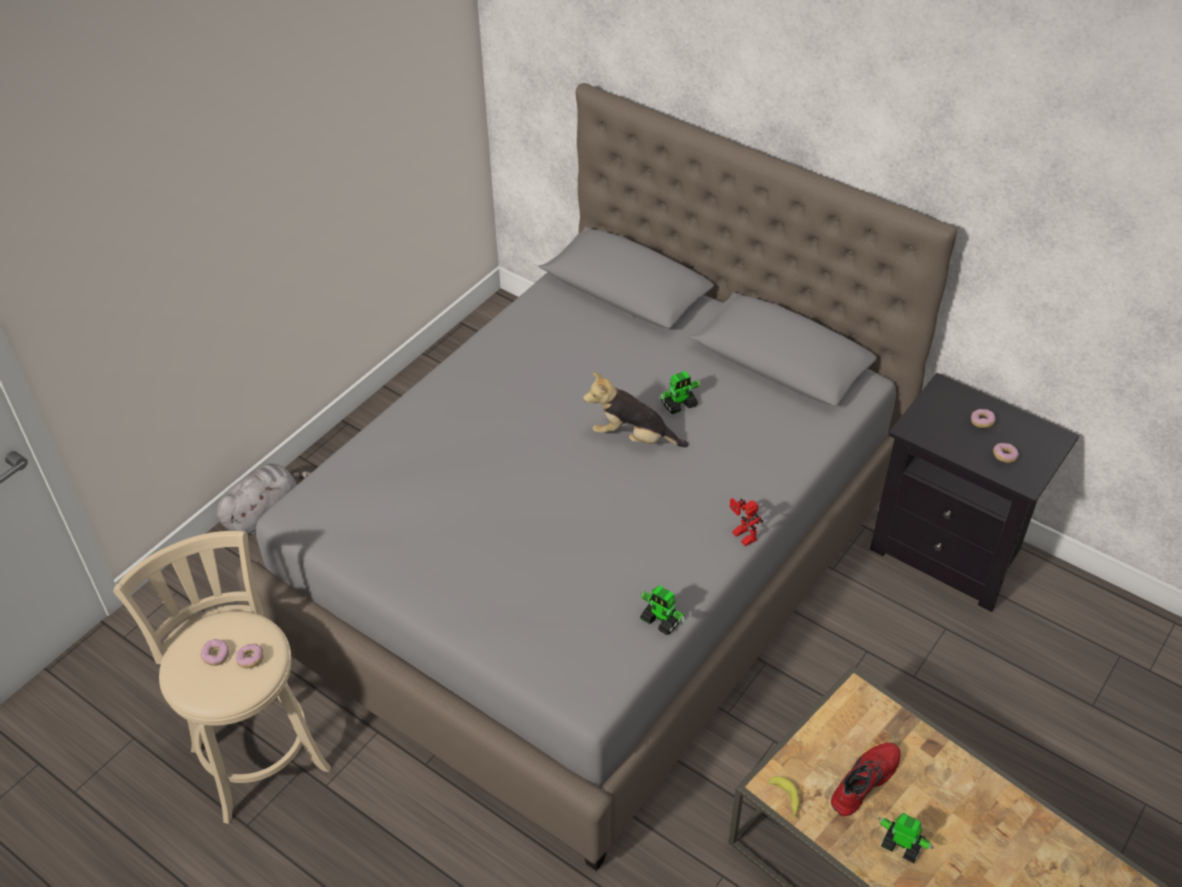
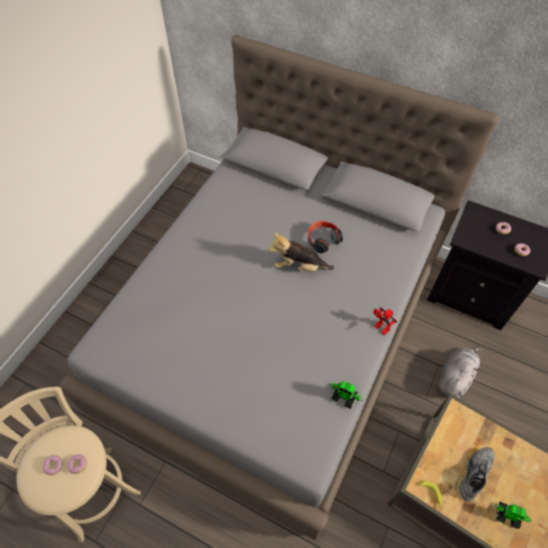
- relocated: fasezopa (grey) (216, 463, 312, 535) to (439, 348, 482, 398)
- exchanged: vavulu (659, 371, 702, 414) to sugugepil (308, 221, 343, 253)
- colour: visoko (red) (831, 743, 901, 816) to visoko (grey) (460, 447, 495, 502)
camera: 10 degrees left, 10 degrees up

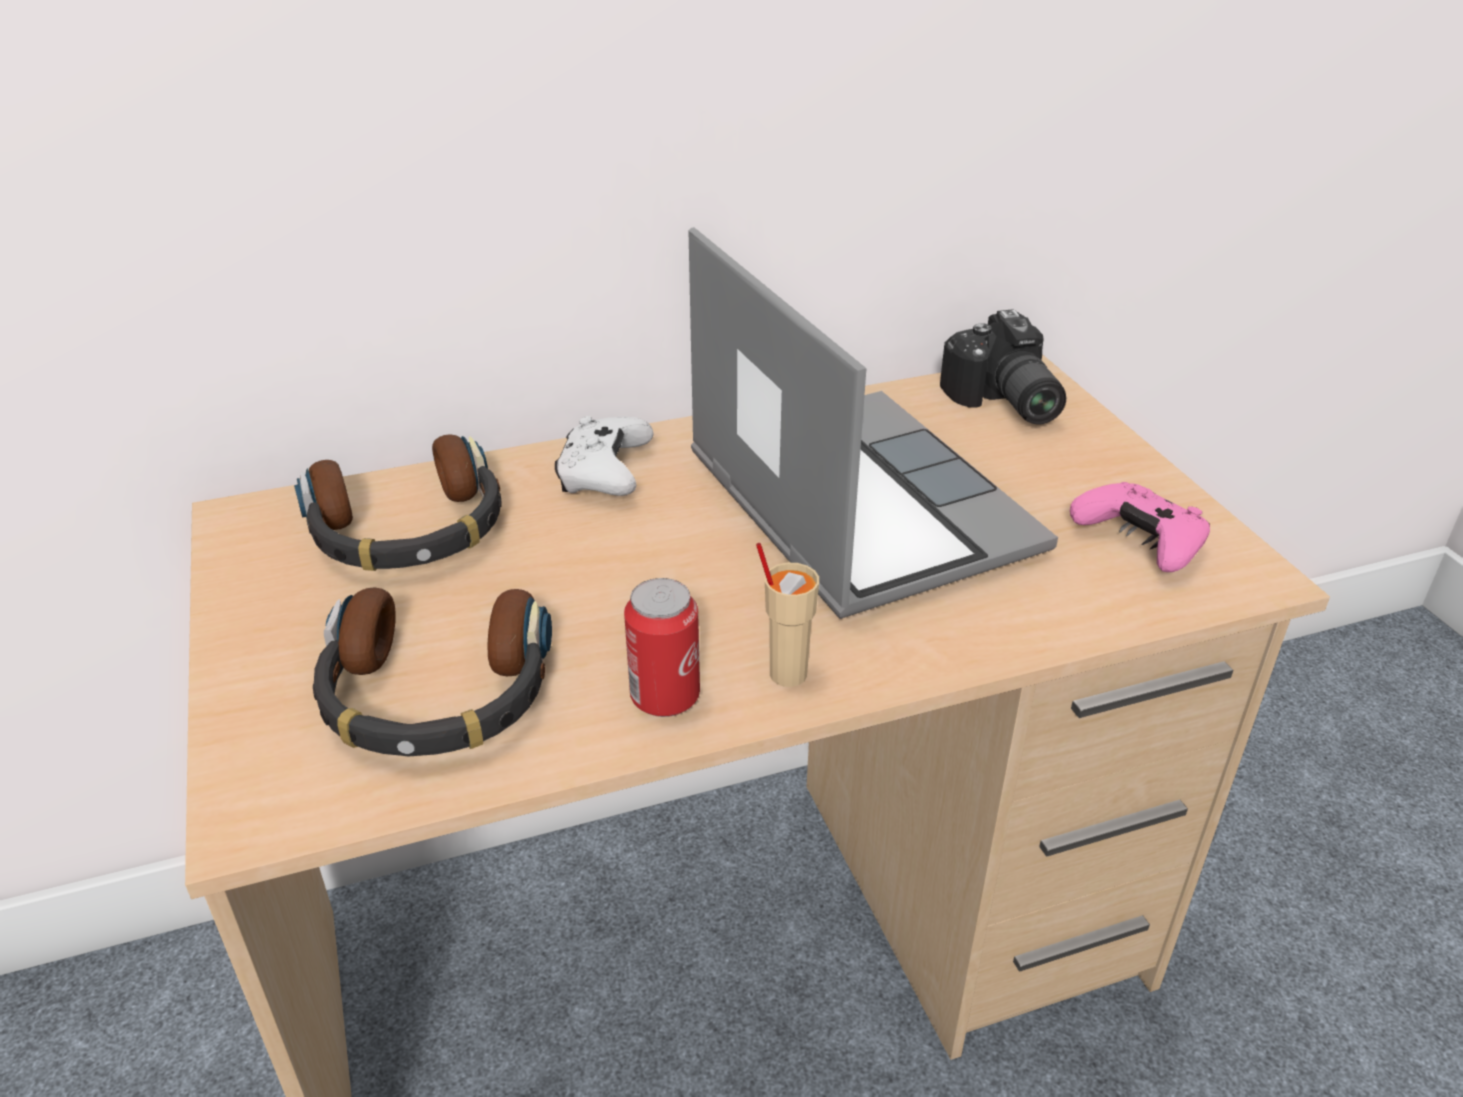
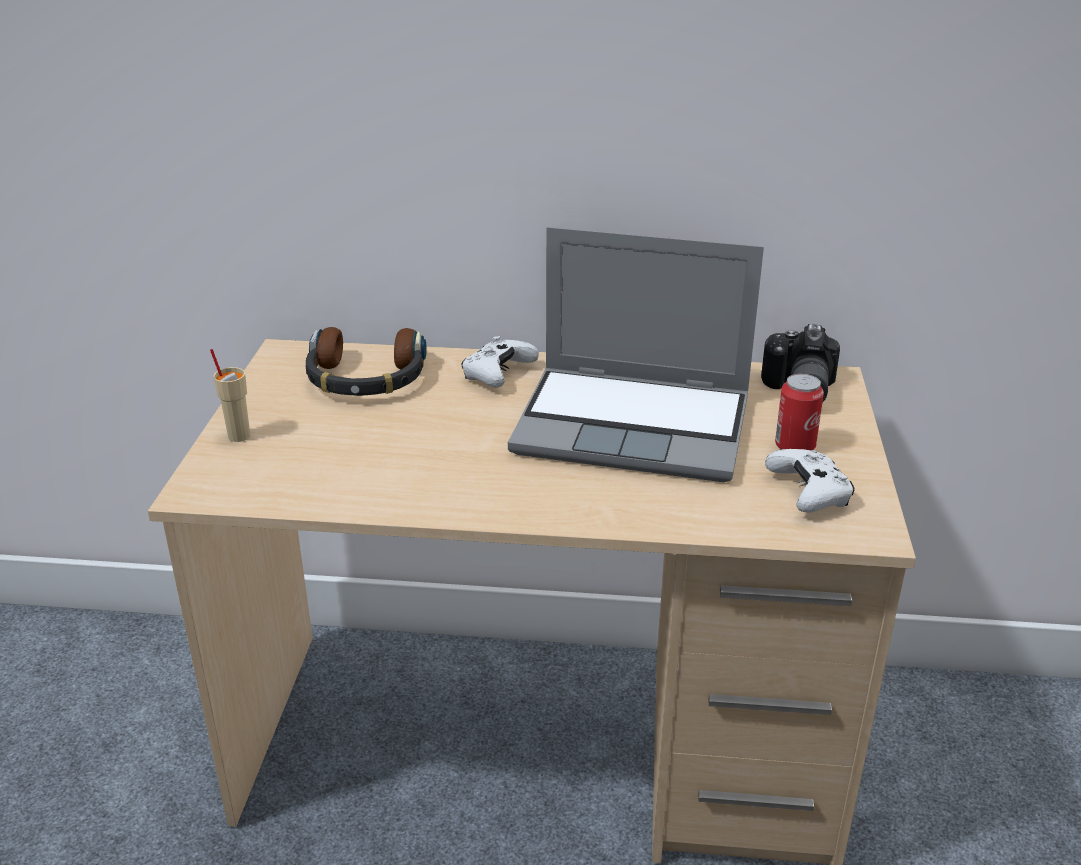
- missing: sugugepil (313, 588, 552, 756)
- relocated: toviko (624, 578, 700, 717) to (775, 373, 824, 450)
- spun: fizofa (688, 227, 1058, 619) = (508, 227, 764, 482) 105 degrees clockwise
- relocated: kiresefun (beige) (756, 543, 819, 687) to (210, 349, 250, 442)
- colour: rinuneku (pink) (1070, 482, 1210, 572) to rinuneku (white) (765, 449, 855, 513)
camera: 25 degrees right, 5 degrees down

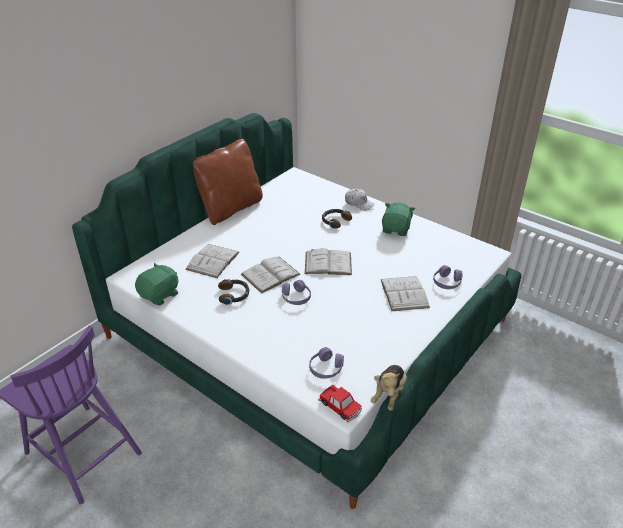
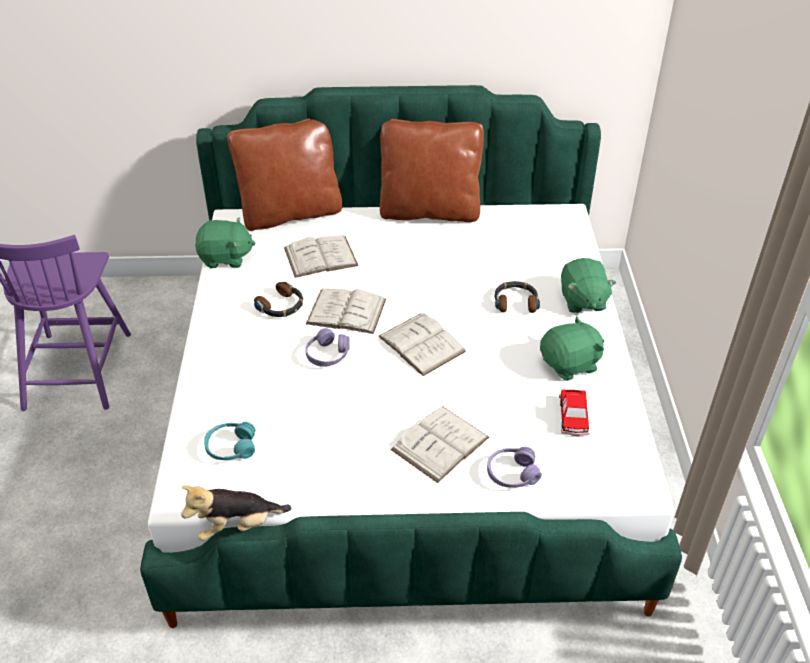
- colour: sugugepil (purple) (309, 347, 344, 379) to sugugepil (turquoise) (204, 422, 256, 460)
- relocated: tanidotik (318, 384, 362, 422) to (559, 389, 589, 436)
- exchanged: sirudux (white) (345, 189, 375, 211) to fasezopa (green) (561, 258, 616, 313)
- appeared: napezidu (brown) (227, 118, 342, 231)
camera: 50 degrees right, 5 degrees up

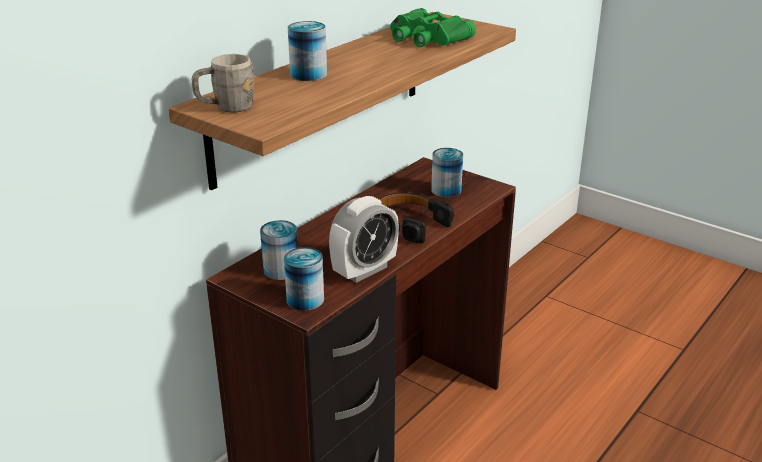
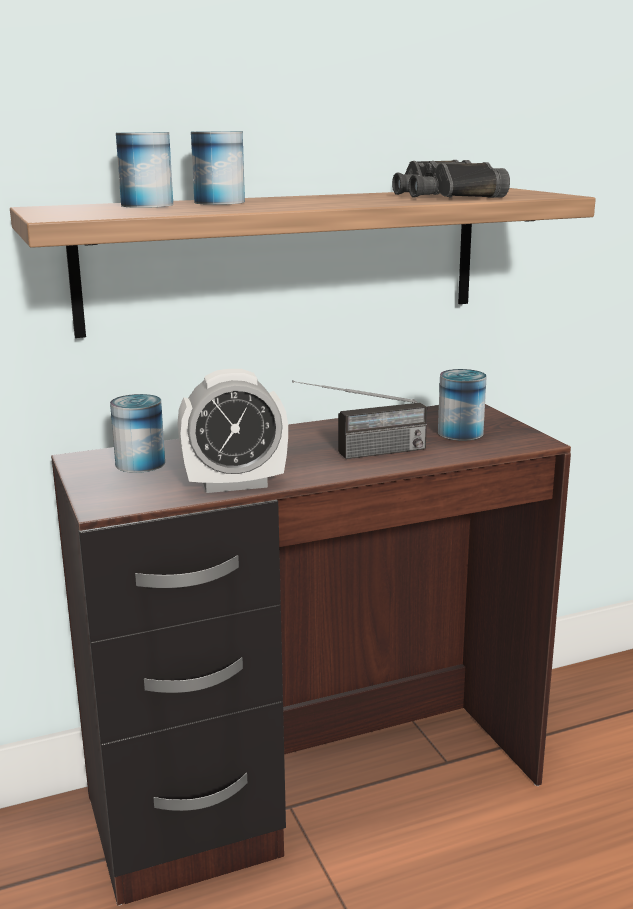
- missing: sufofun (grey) (192, 54, 254, 112)
- relocated: toviko (284, 247, 324, 311) to (116, 132, 173, 208)
- exchanged: sugugepil (black) (379, 193, 454, 243) to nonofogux (292, 381, 427, 459)
- colour: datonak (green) (390, 8, 476, 47) to datonak (black) (392, 160, 510, 198)
camera: 30 degrees right, 10 degrees down

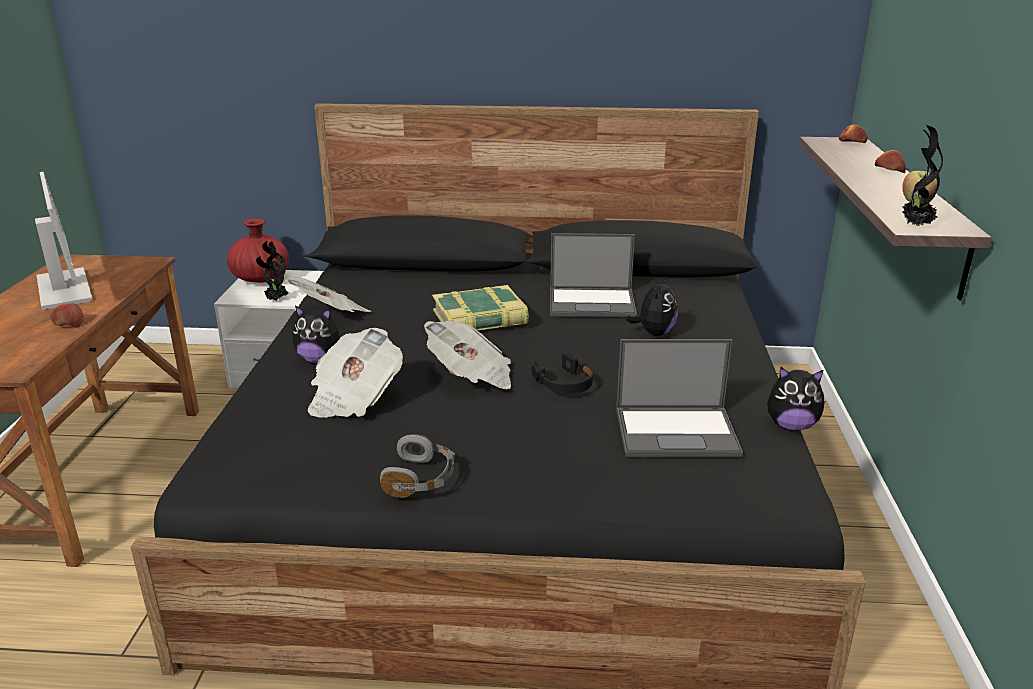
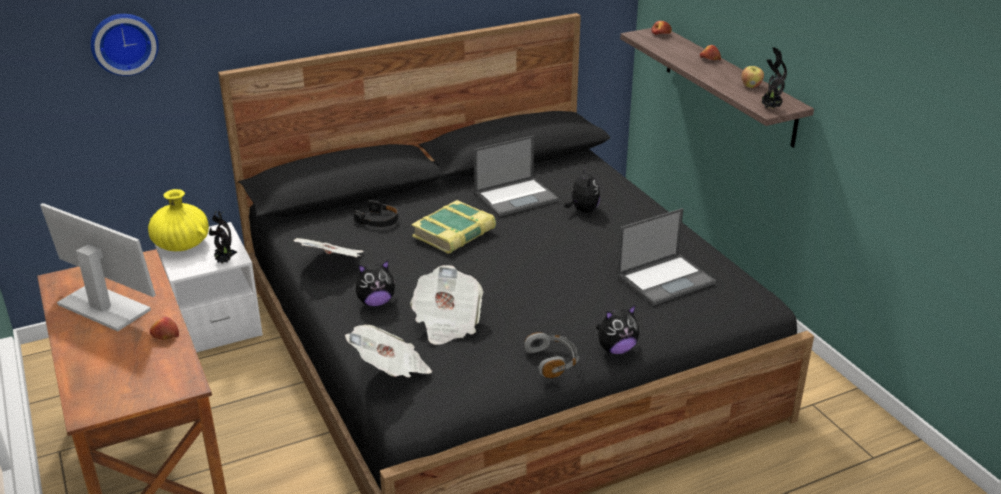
- colour: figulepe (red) (227, 218, 289, 283) to figulepe (yellow) (148, 189, 209, 251)
- relocated: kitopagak (424, 321, 511, 389) to (345, 325, 432, 377)
- relocated: sugugepil (black) (531, 353, 593, 394) to (354, 200, 398, 227)
- relocated: fasezopa (767, 367, 825, 431) to (596, 305, 639, 354)
- appeared: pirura (91, 14, 159, 76)
camera: 30 degrees left, 5 degrees up

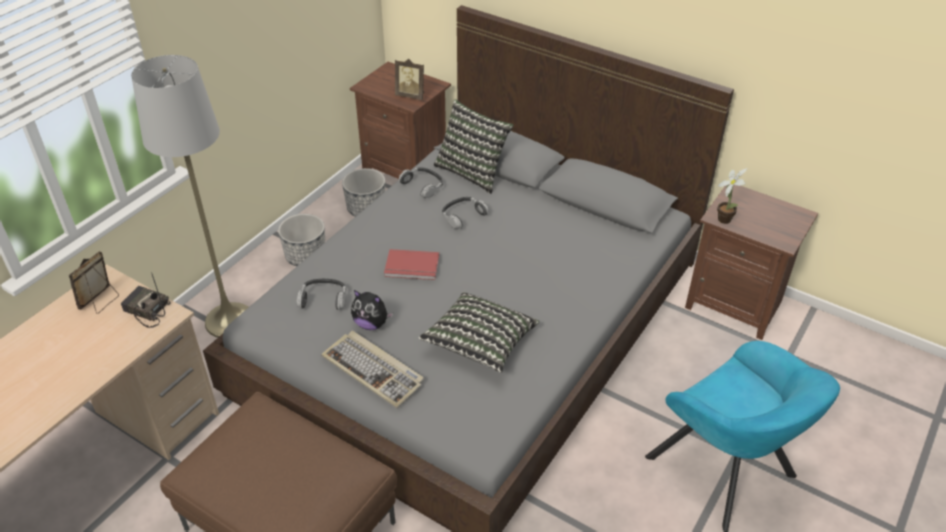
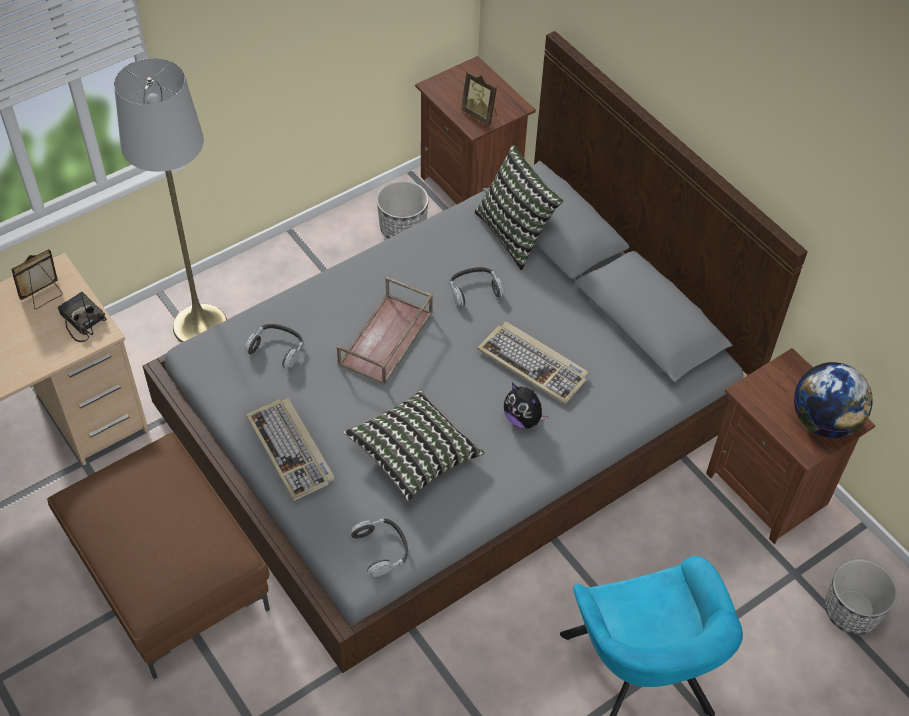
- relocated: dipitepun (278, 214, 325, 266) to (825, 559, 898, 635)
- relocated: fasezopa (351, 290, 393, 330) to (504, 383, 549, 429)
- exchanged: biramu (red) (384, 249, 439, 280) to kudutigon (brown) (337, 277, 433, 385)
- relocated: sugugepil (399, 167, 443, 198) to (350, 518, 408, 577)
- missing: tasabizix (717, 168, 747, 224)
- appeared: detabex (478, 321, 588, 404)
- appeared: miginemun (794, 362, 872, 438)
camera: 20 degrees right, 10 degrees up

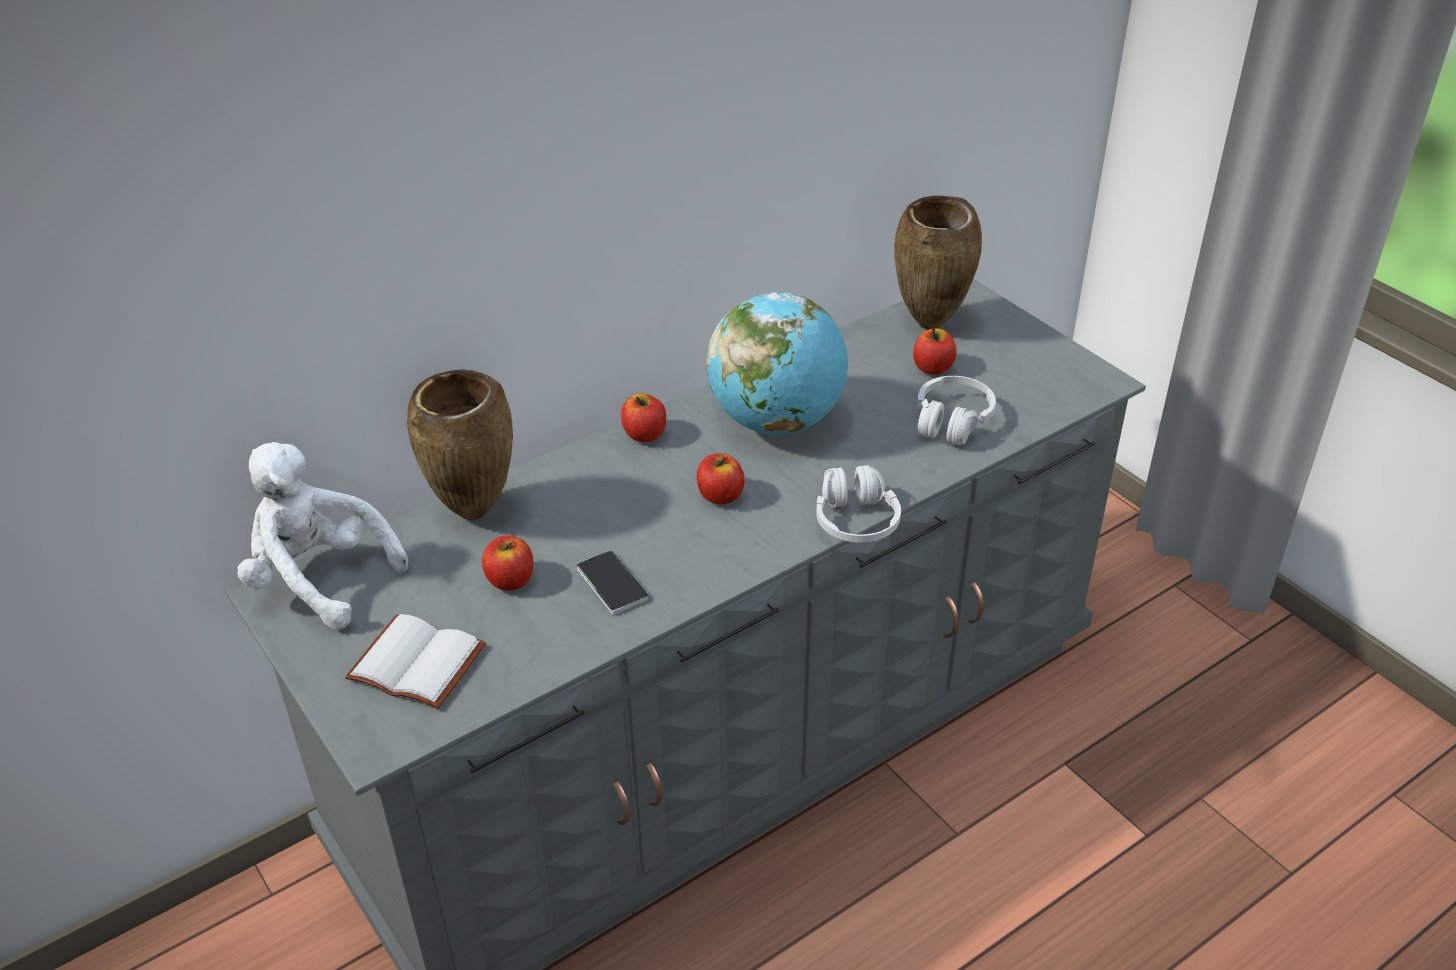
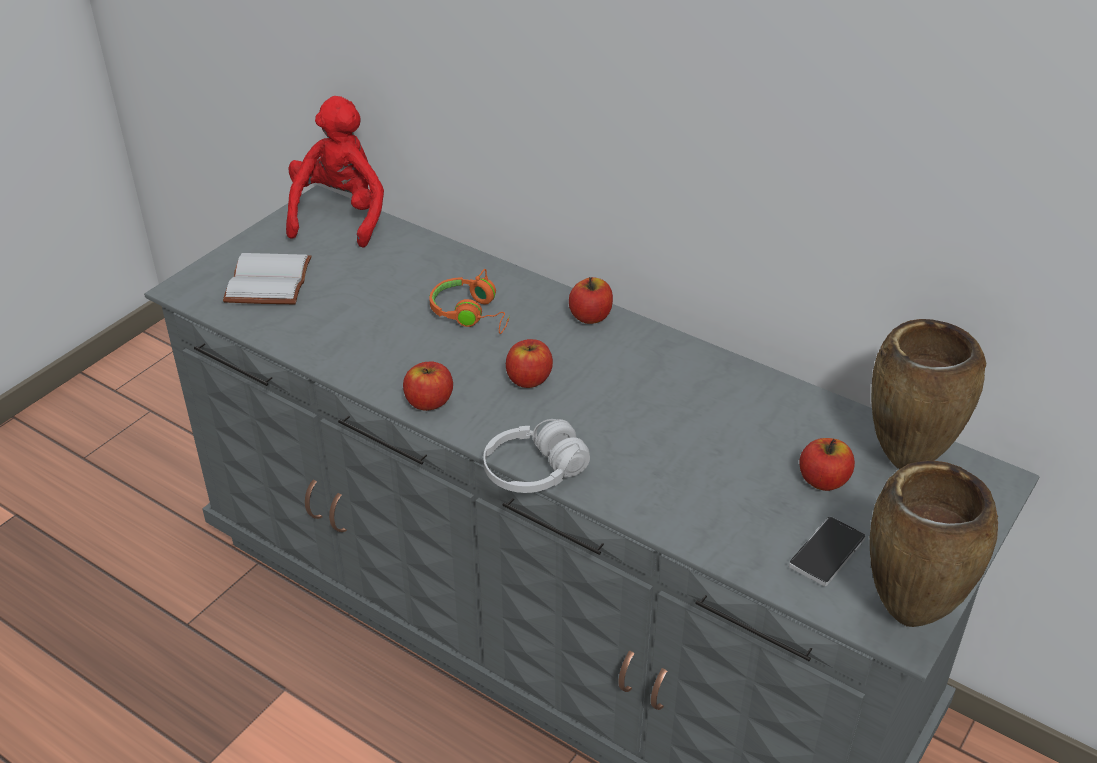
- colour: fasezopa (white) (237, 442, 408, 629) to fasezopa (red) (286, 96, 384, 248)
- relocated: figulepe (brown) (407, 369, 513, 520) to (870, 461, 998, 627)
- relocated: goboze (482, 535, 534, 591) to (403, 362, 453, 411)
- relocated: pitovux (577, 551, 648, 614) to (789, 517, 866, 586)
- missing: miginemun (706, 293, 848, 435)
- missing: sugugepil (white) (917, 376, 996, 445)
- appeared: sugugepil (orange) (429, 269, 510, 334)
camera: 70 degrees right, 0 degrees up

